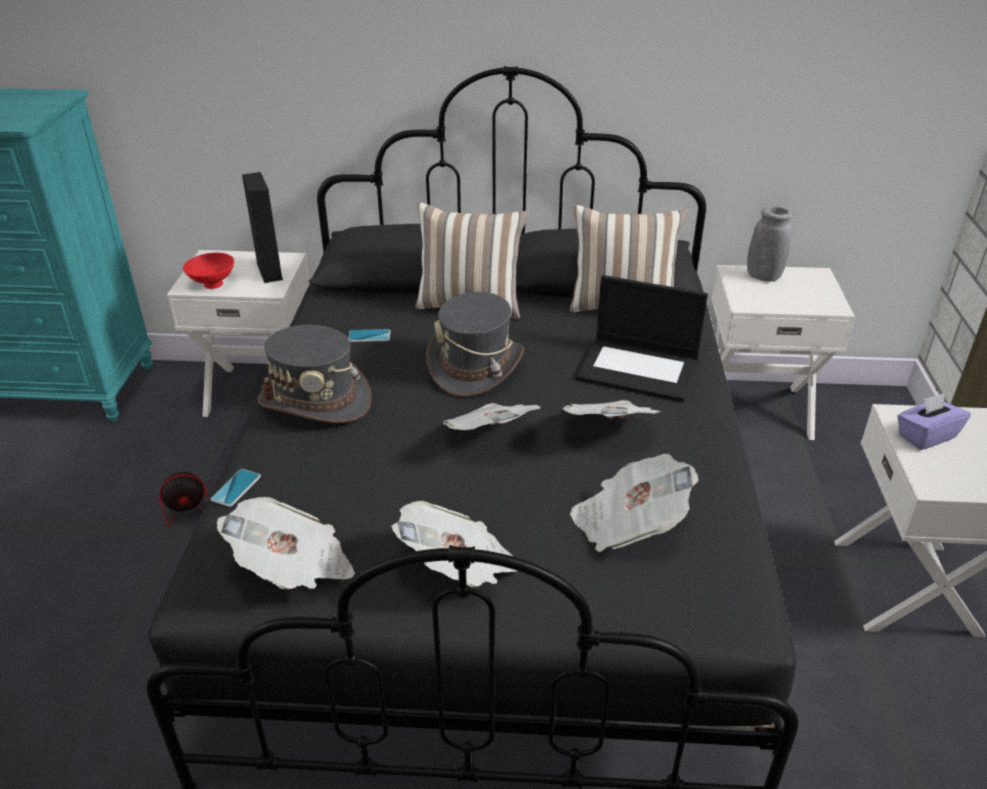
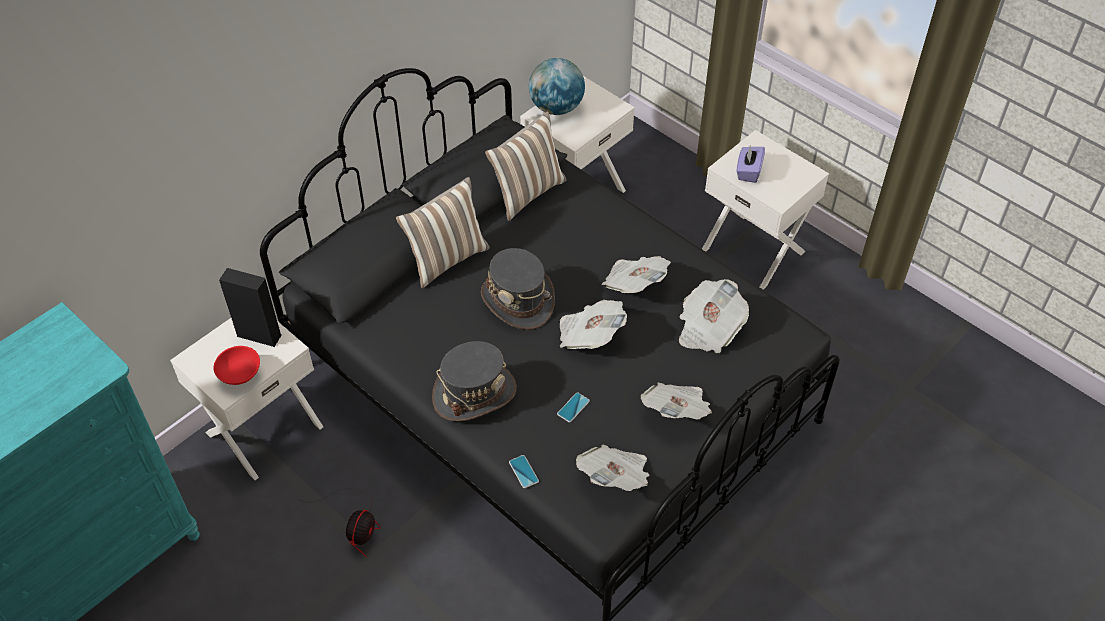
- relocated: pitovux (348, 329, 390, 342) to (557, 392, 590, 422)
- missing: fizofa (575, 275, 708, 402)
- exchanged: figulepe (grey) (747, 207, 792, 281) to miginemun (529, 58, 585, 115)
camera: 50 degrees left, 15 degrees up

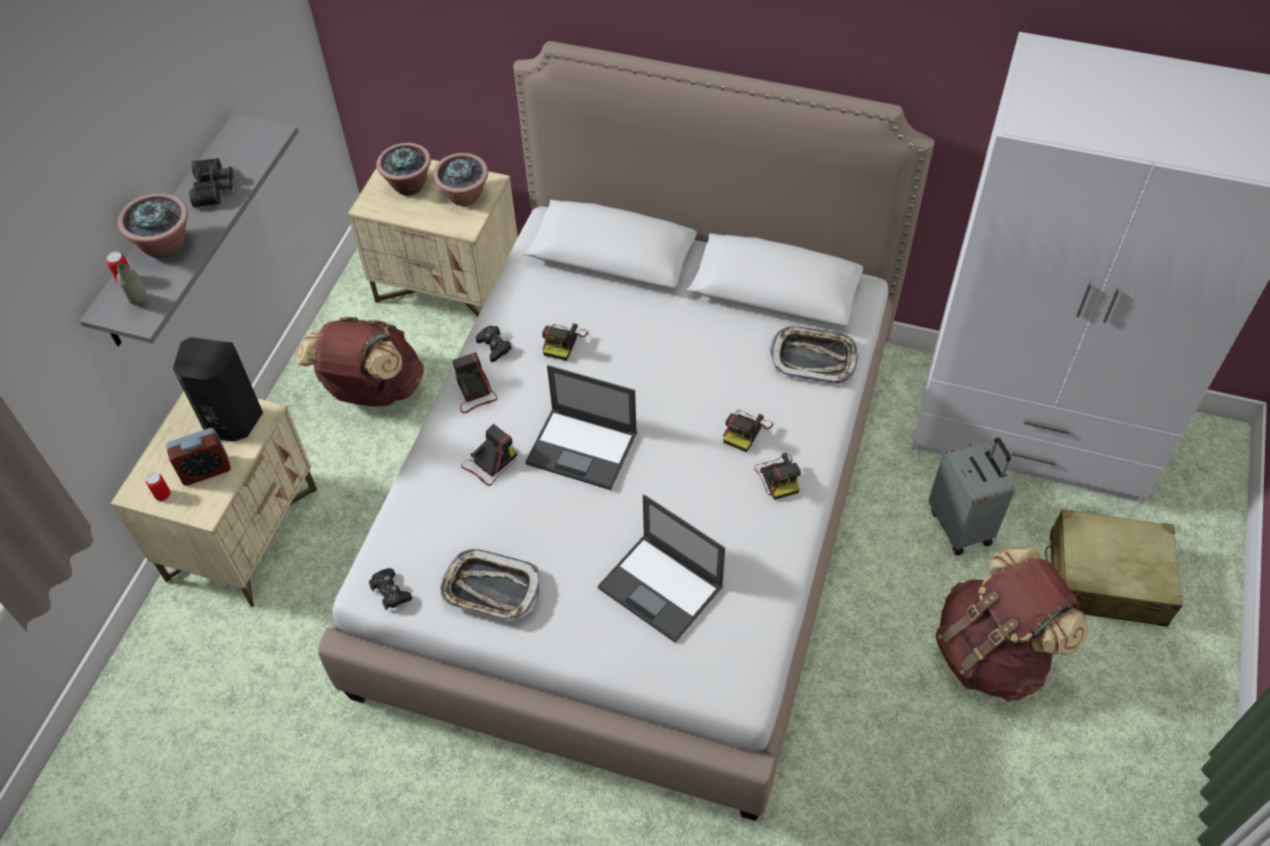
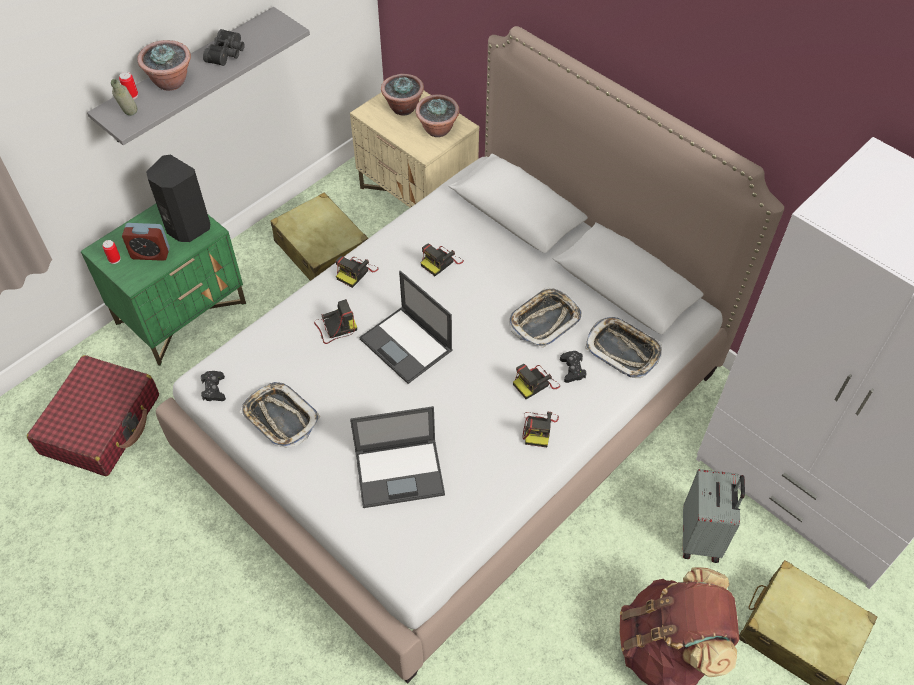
- colour: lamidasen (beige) (110, 391, 317, 607) to lamidasen (green) (80, 204, 246, 366)
- exchanged: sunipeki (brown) (296, 317, 424, 407) to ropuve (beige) (270, 192, 368, 281)
- spun: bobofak (452, 352, 497, 413) = (336, 256, 378, 288) 150 degrees counterclockwise
- relocated: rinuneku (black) (476, 326, 512, 362) to (560, 351, 587, 383)
- spun: fizofa (598, 495, 725, 643) = (350, 406, 445, 508) 75 degrees counterclockwise
- appeared: ropuve (red) (27, 355, 159, 476)
- appeared: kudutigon (509, 287, 582, 348)
camera: 25 degrees right, 0 degrees up

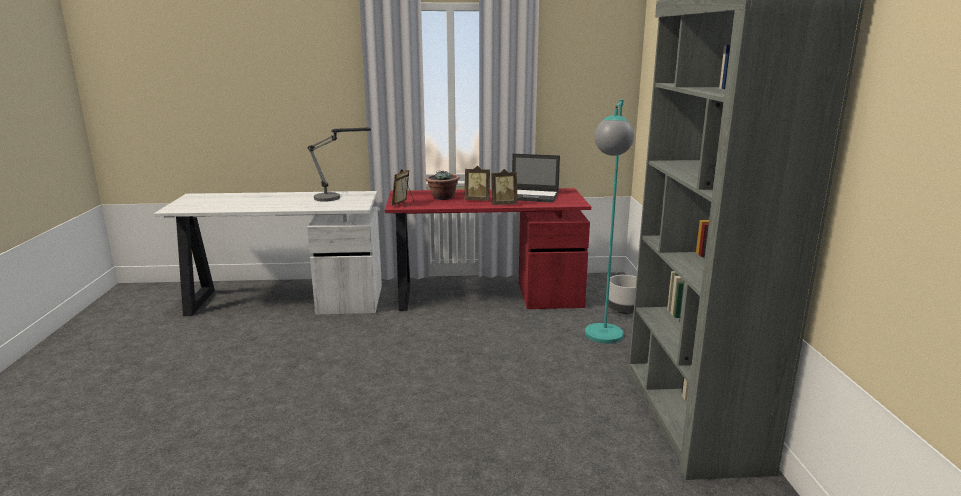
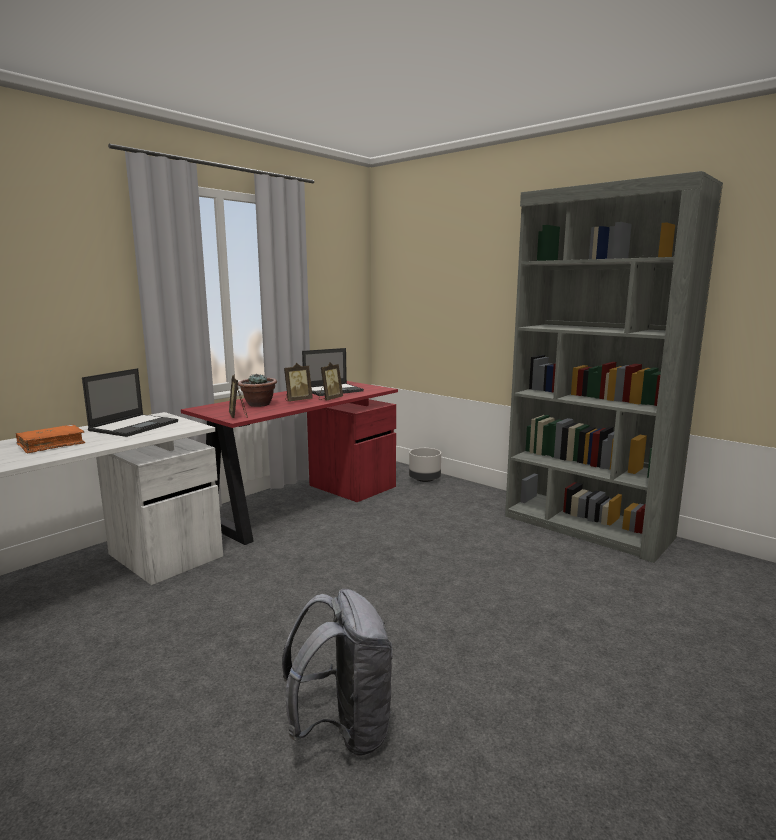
- exchanged: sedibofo (307, 128, 371, 202) to fizofa (82, 368, 178, 437)
- missing: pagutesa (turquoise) (585, 99, 634, 343)
- appeared: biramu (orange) (16, 424, 85, 454)
- appeared: sunipeki (grey) (282, 589, 393, 756)
camera: 45 degrees left, 5 degrees down

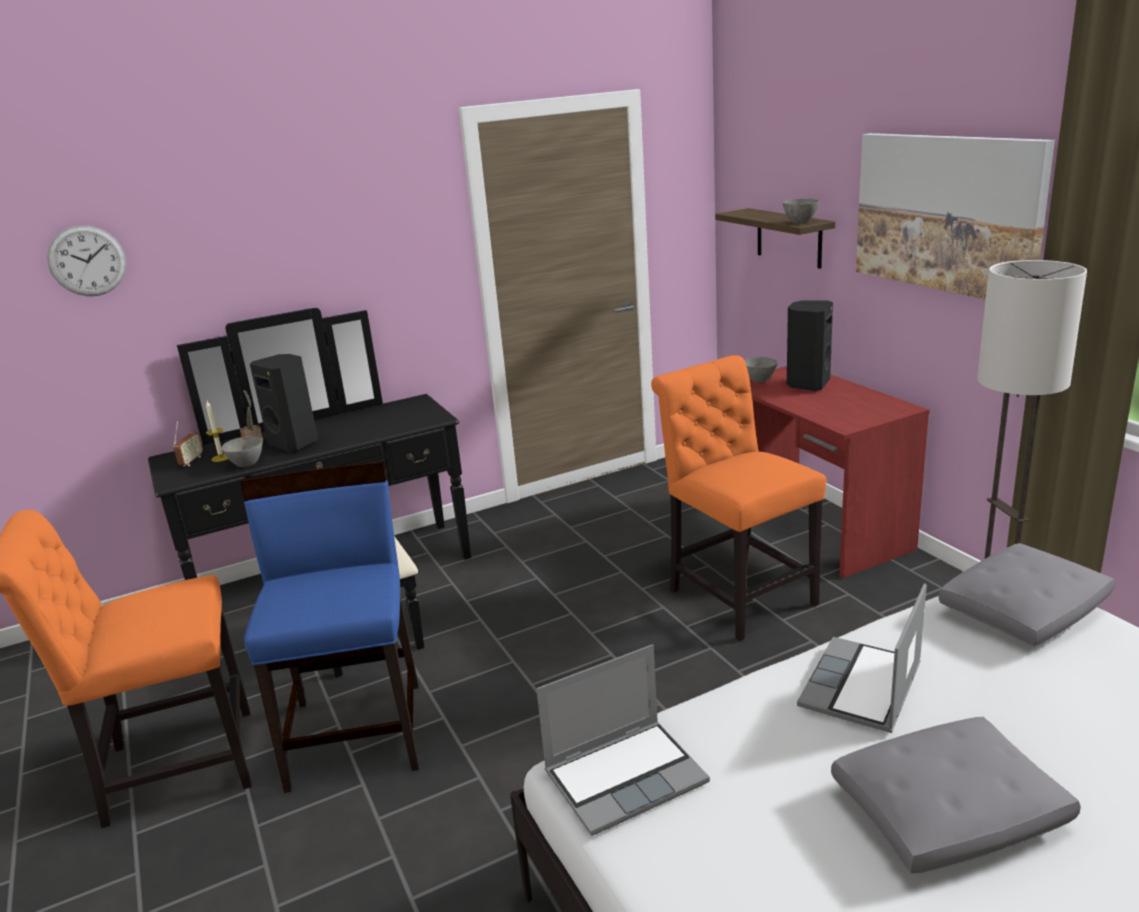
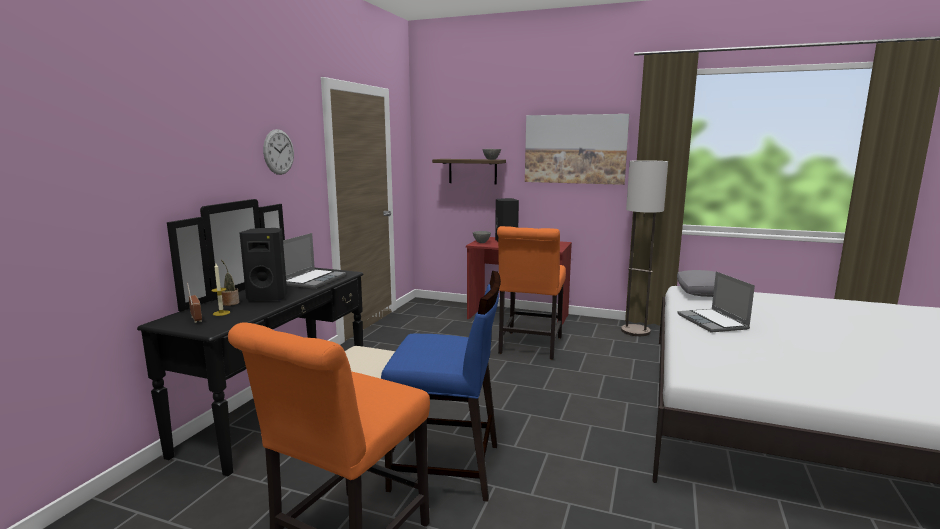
- relocated: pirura (47, 225, 127, 296) to (263, 129, 294, 175)
- missing: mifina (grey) (221, 437, 262, 467)
- spun: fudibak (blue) (240, 461, 419, 793) = (381, 271, 501, 501) 150 degrees clockwise
- relocated: fizofa (536, 644, 710, 836) to (283, 233, 346, 289)
- spun: fudibak (orange) (651, 355, 826, 641) = (497, 226, 566, 360) 90 degrees counterclockwise
- missing: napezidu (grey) (831, 717, 1081, 874)
camera: 45 degrees left, 10 degrees down

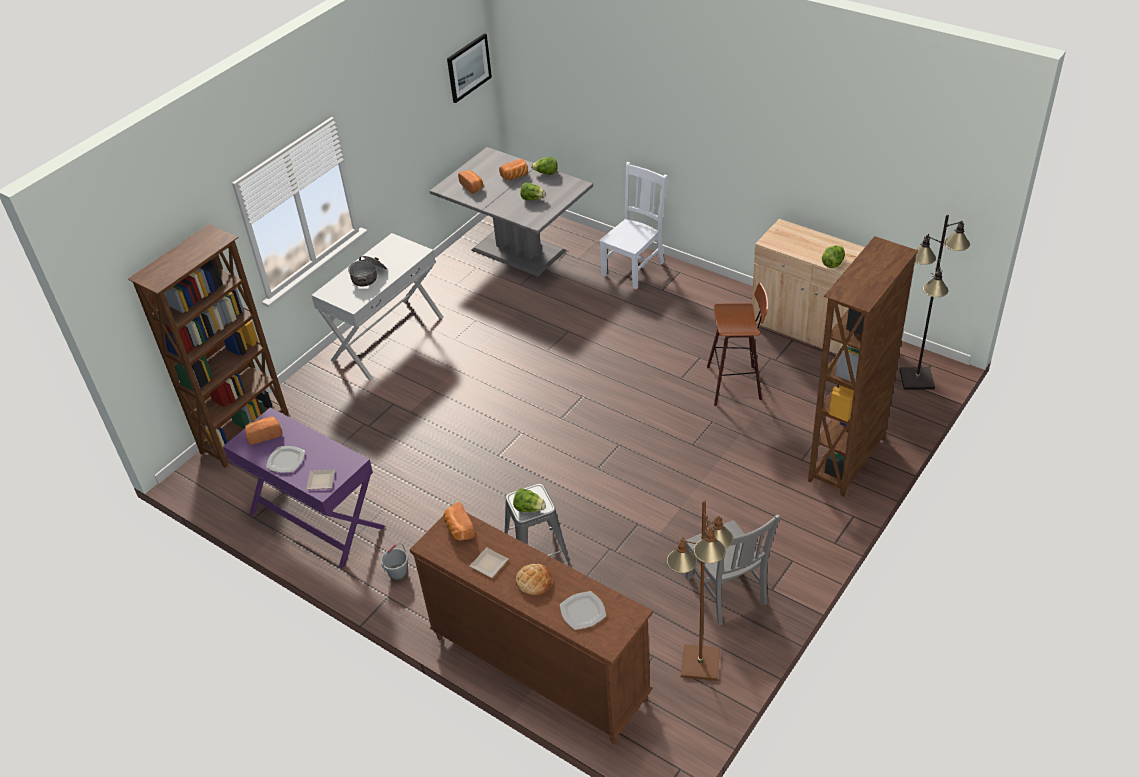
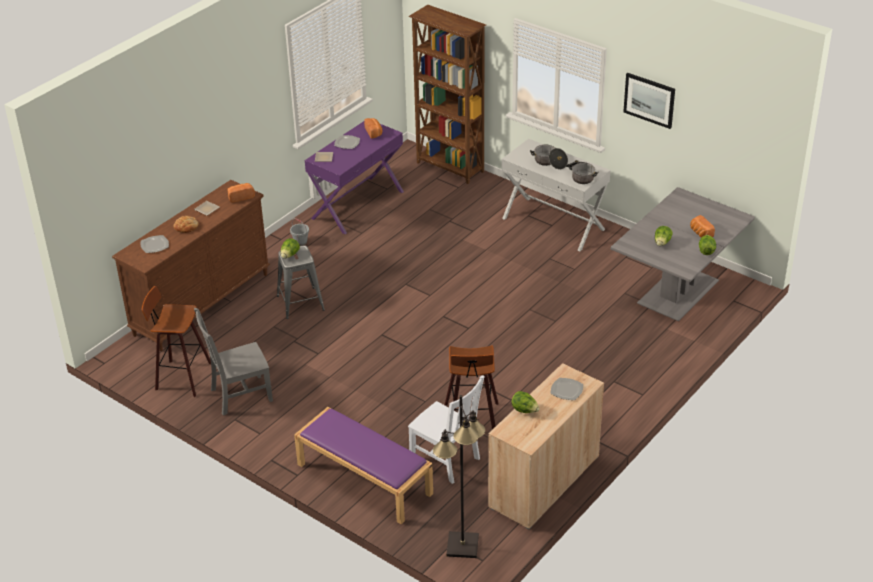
- relocated: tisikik (447, 33, 492, 103) to (623, 73, 675, 129)
- missing: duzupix (458, 170, 483, 194)
- relocated: fudibak (white) (600, 162, 667, 289) to (408, 375, 485, 484)
- exchanged: pagutesa (brown) (667, 500, 733, 681) to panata (142, 286, 211, 397)
- exchanged: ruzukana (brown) (808, 236, 918, 497) to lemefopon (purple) (294, 407, 433, 524)
- appeared: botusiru (551, 378, 583, 400)
- appeared: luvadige (566, 160, 599, 184)
camera: 90 degrees right, 5 degrees down

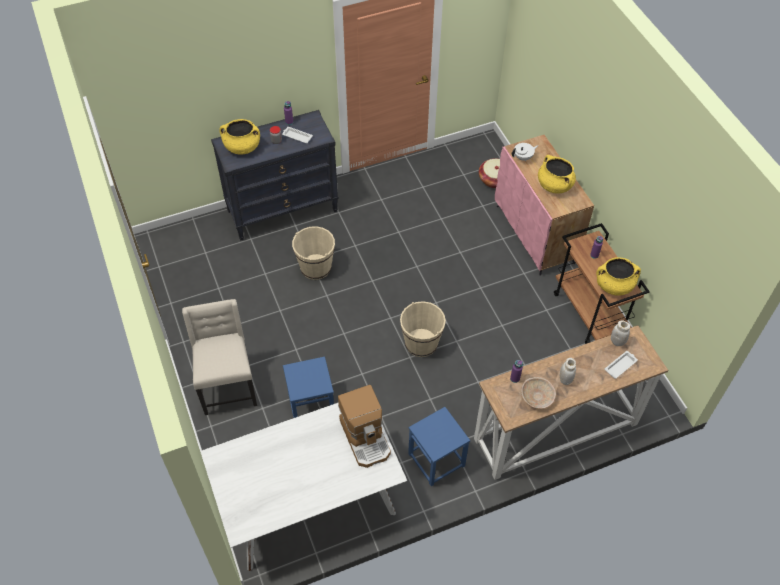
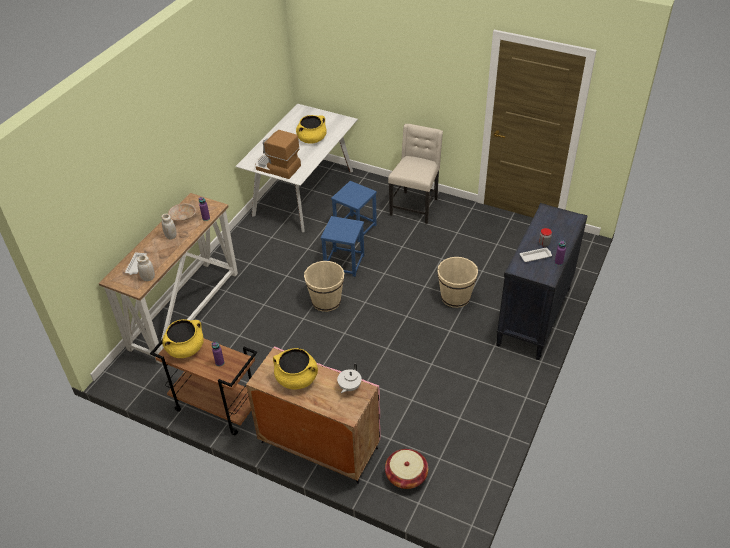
- spun: fudibak (beige) (182, 299, 257, 415) = (388, 124, 443, 224) 105 degrees counterclockwise
- relocated: luvadige (yellow) (219, 119, 260, 155) to (296, 115, 327, 144)
- relocated: panata (blue) (408, 407, 470, 486) to (321, 216, 364, 277)
camera: 140 degrees right, 10 degrees down

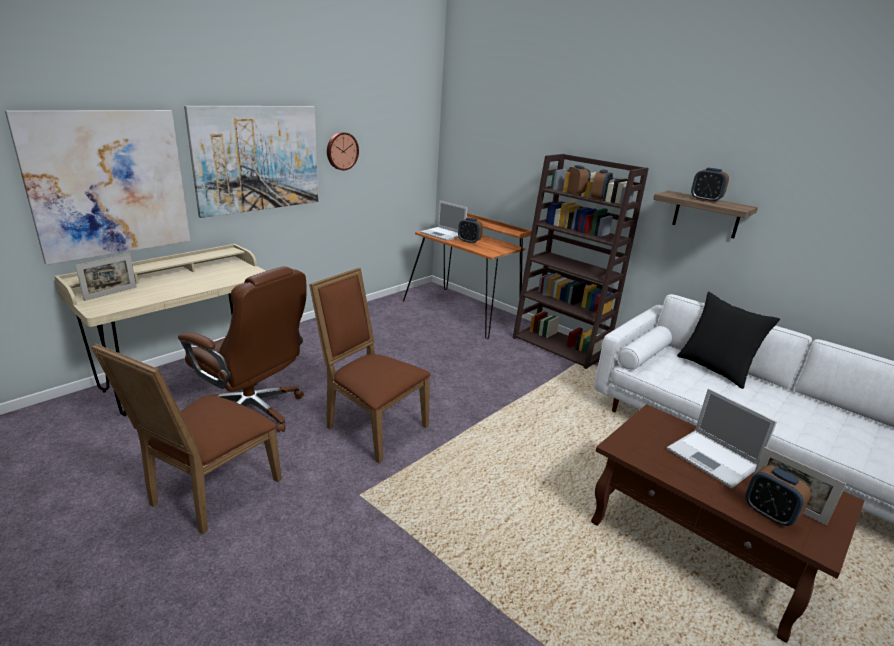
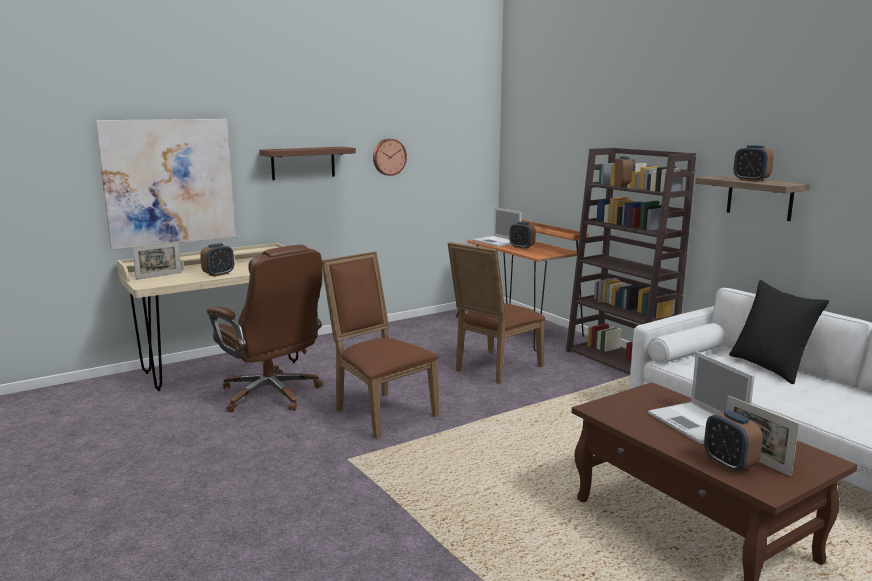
- relocated: fudibak (brown) (91, 343, 282, 534) to (448, 242, 546, 384)
- exchanged: tisikik (184, 106, 318, 218) to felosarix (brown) (259, 147, 356, 180)
- relocated: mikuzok (591, 170, 613, 201) to (200, 243, 234, 277)
camera: 15 degrees right, 10 degrees down

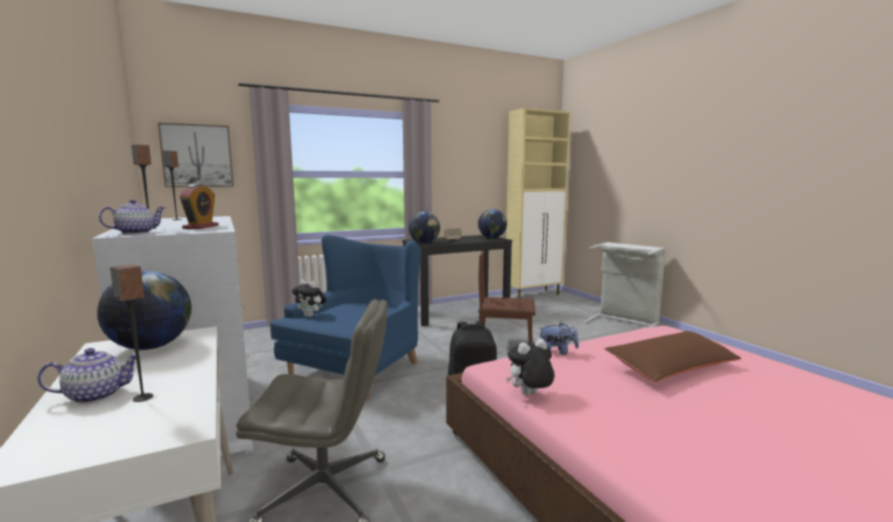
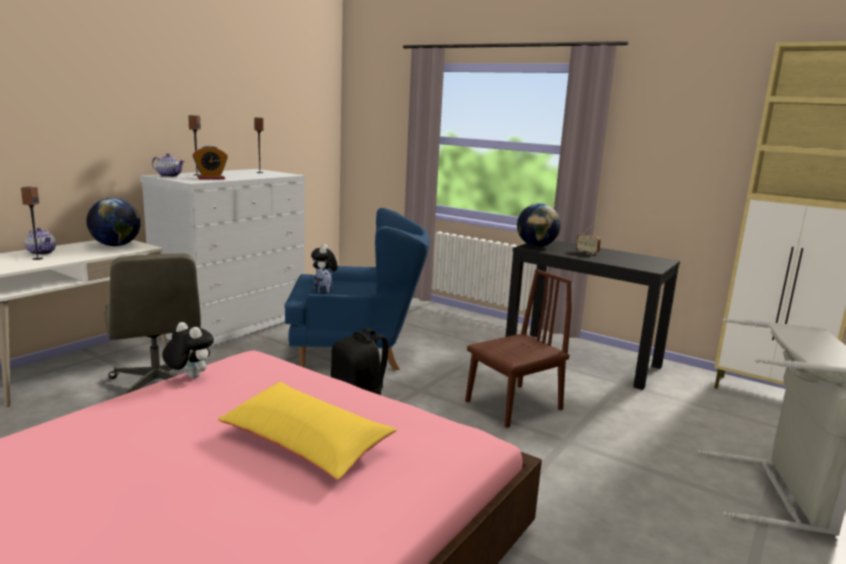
- missing: tisikik (158, 122, 234, 187)
- missing: miginemun (478, 209, 507, 238)
- spun: fudibak (brown) (478, 251, 535, 342) = (465, 269, 571, 428) 75 degrees clockwise
- relocated: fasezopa (538, 322, 579, 355) to (313, 269, 332, 294)
- colour: napezidu (brown) (604, 331, 742, 382) to napezidu (yellow) (218, 382, 397, 480)
camera: 60 degrees right, 5 degrees up

